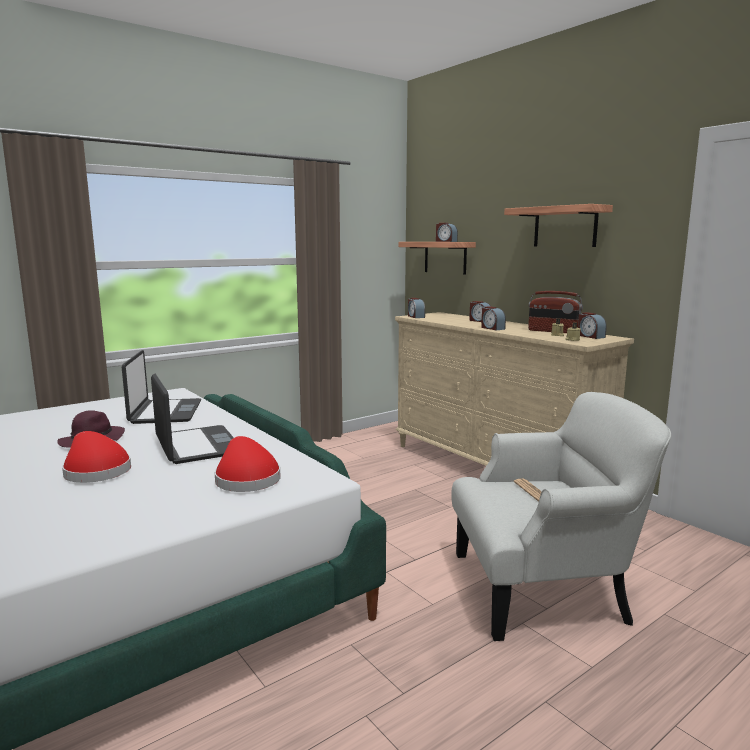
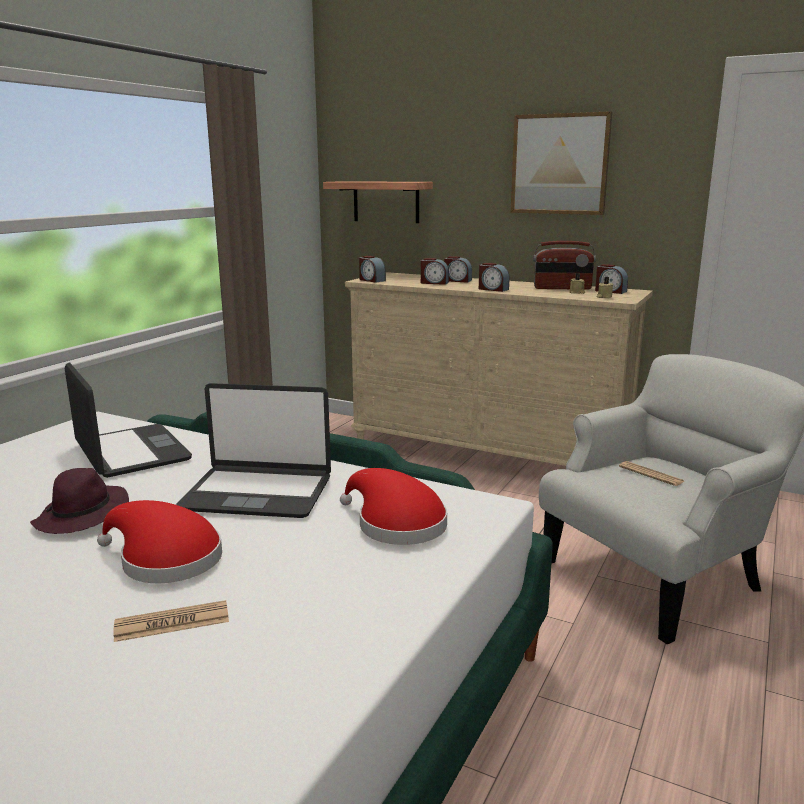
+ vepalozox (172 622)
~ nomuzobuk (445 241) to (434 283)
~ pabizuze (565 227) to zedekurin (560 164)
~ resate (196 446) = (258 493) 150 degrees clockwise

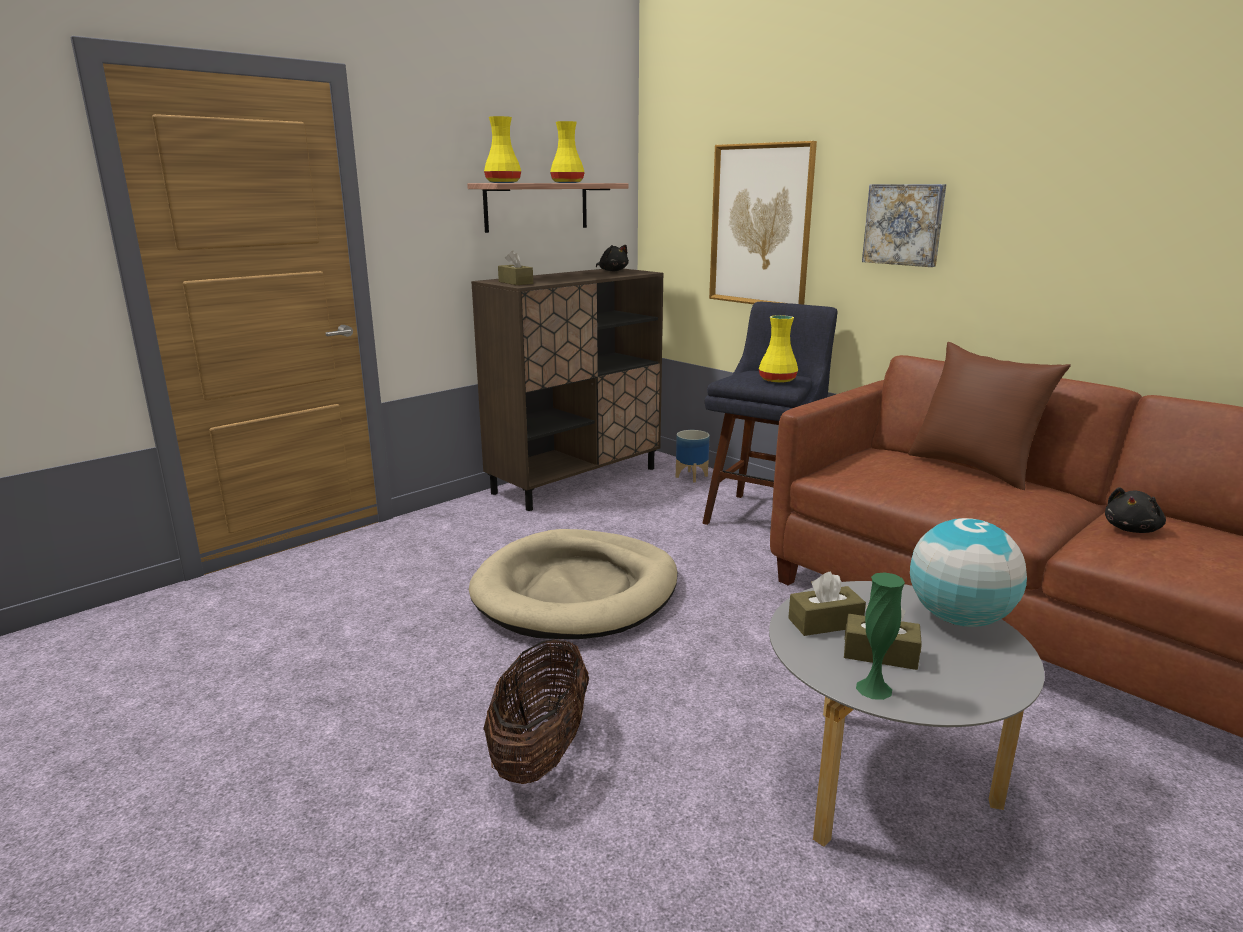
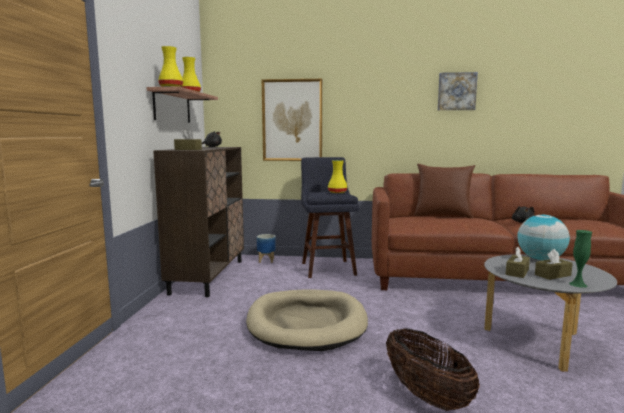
~ zedekurin (904 224) to (456 91)

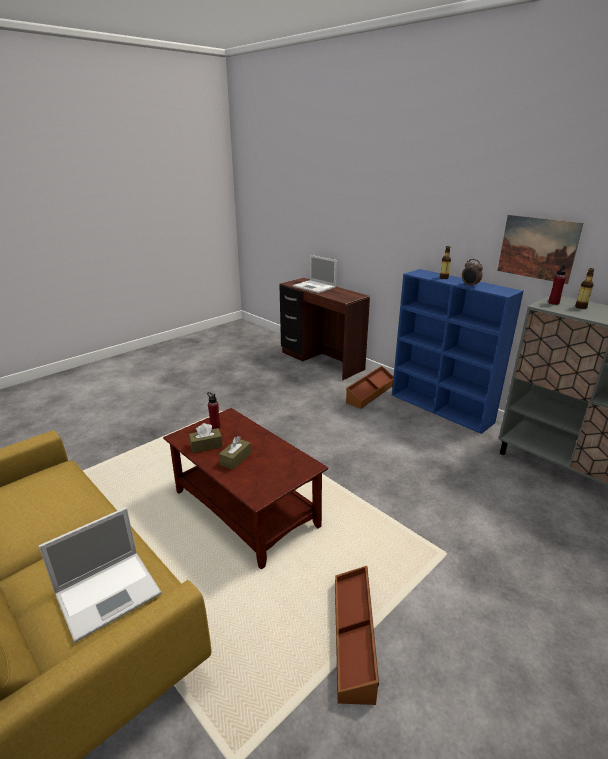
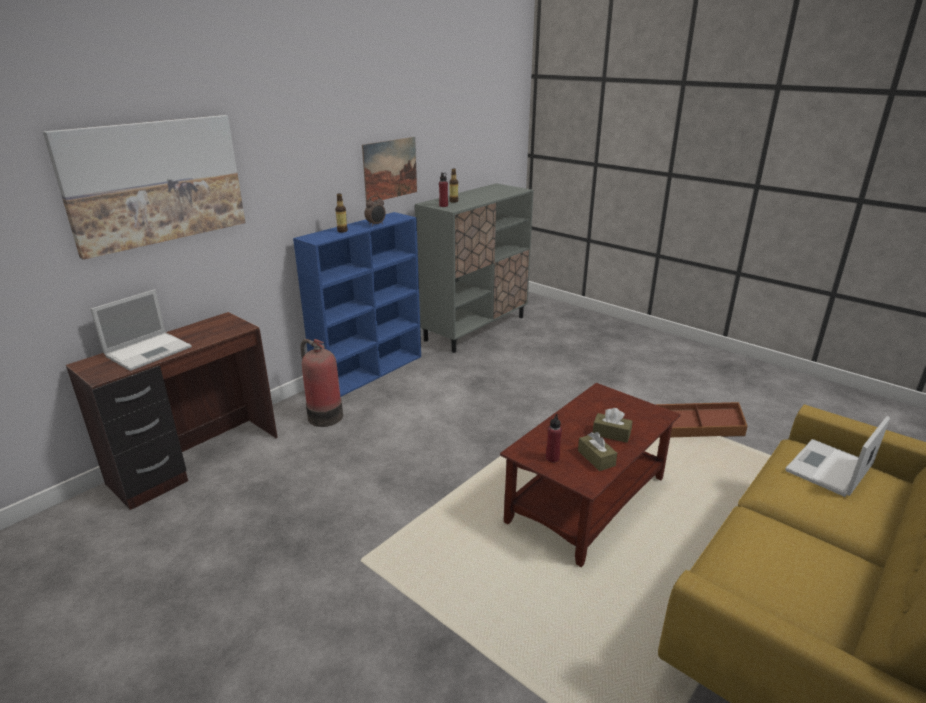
+ zedekurin (155 182)
~ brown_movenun (370 393) to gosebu (323 415)
~ resate (110 592) = (828 469) 90 degrees counterclockwise

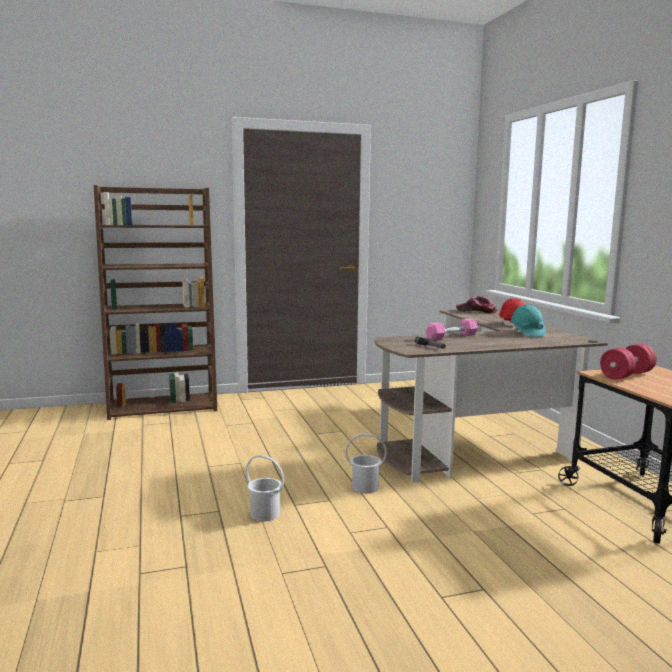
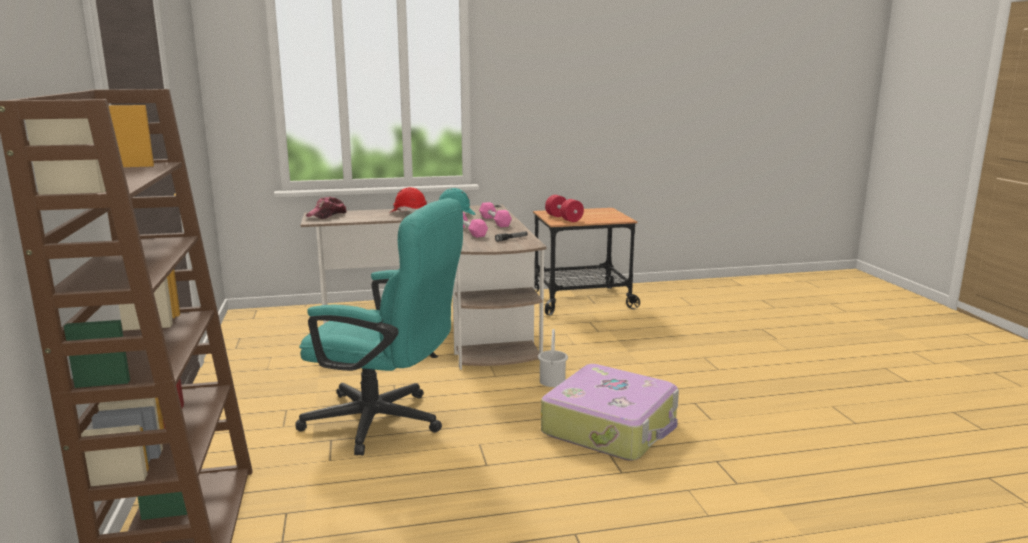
+ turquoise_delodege (386 423)
+ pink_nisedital (494 221)
~ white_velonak (265 514) to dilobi (611 427)

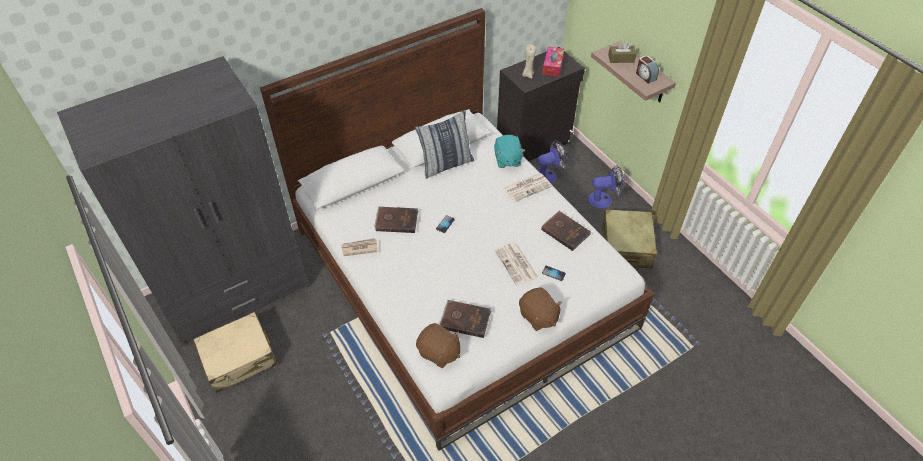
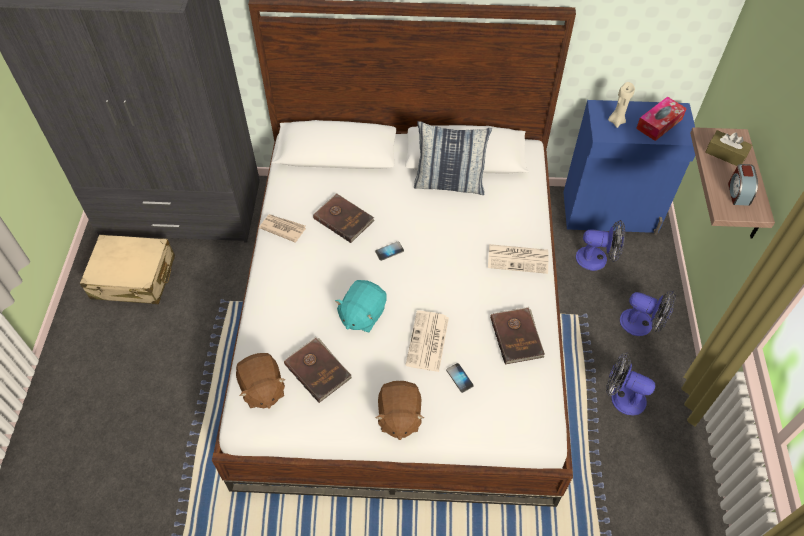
~ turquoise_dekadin (507 160) to (362 315)
~ beige_dilobi (626 246) to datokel (622 397)
~ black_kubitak (534 144) to blue_kubitak (611 213)

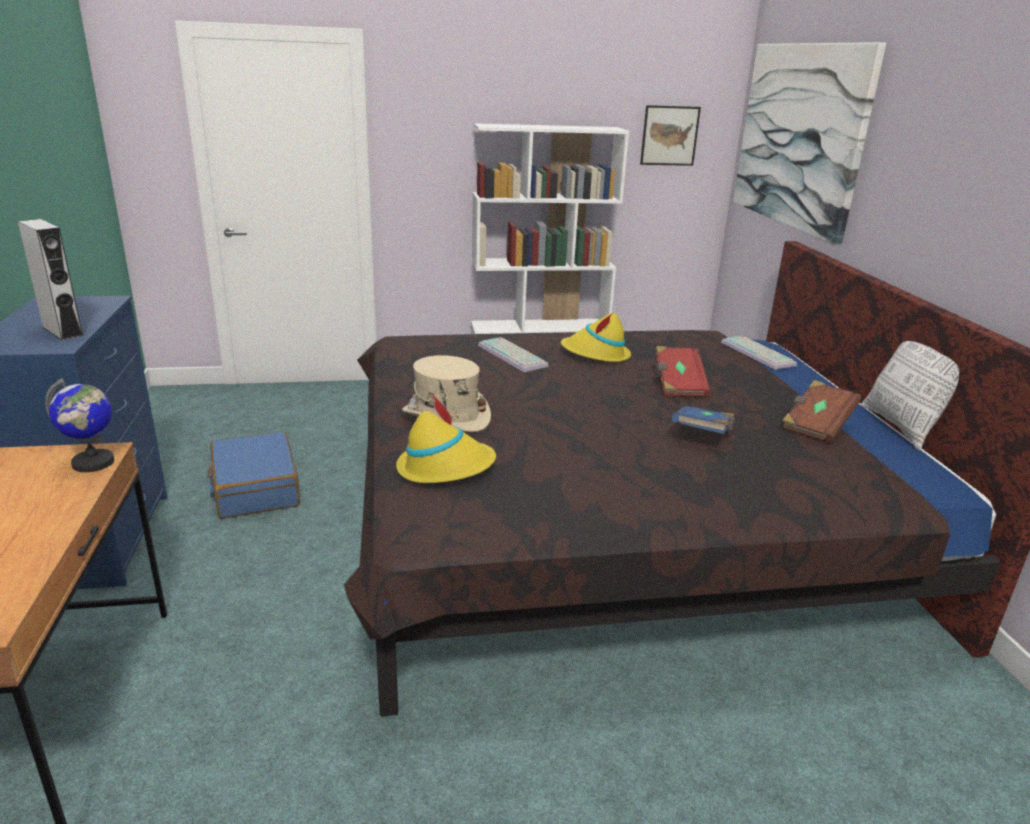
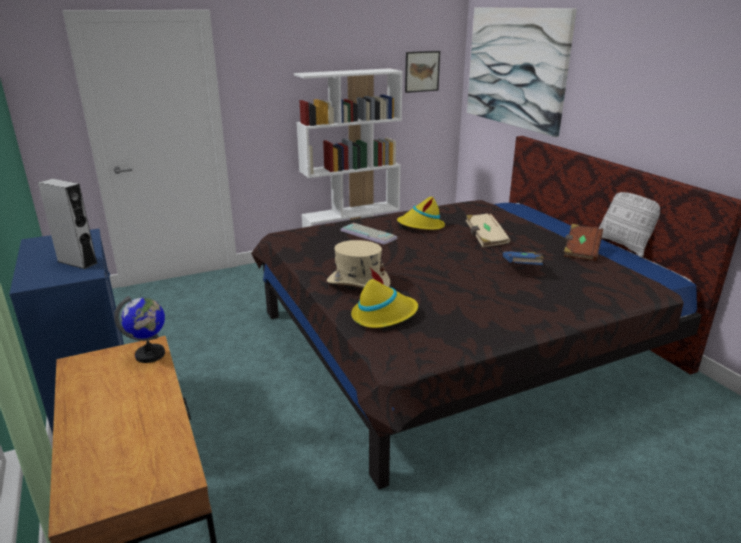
- blue_dilobi (255 488)
- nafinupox (759 354)
~ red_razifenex (678 385) to beige_razifenex (485 238)

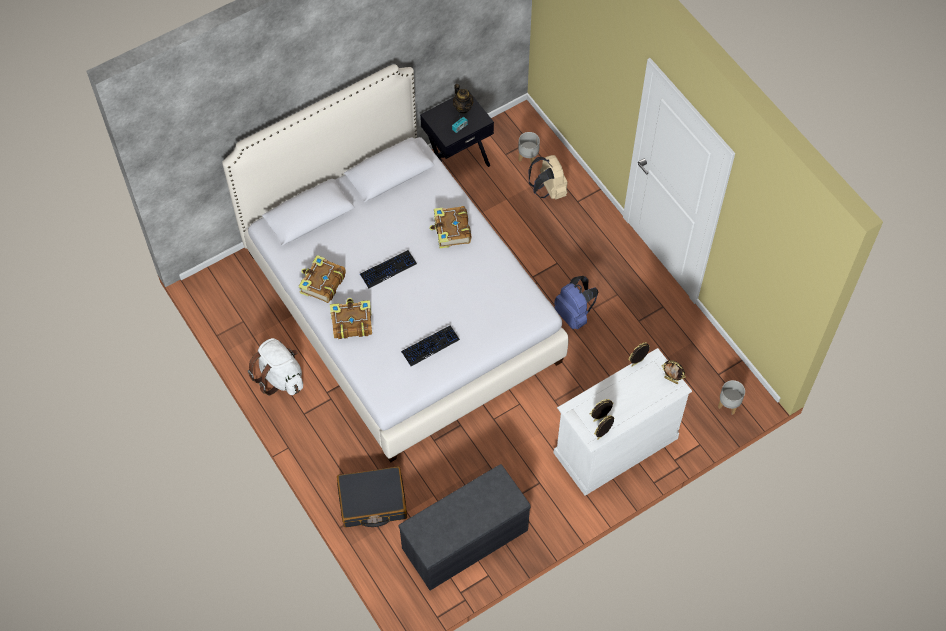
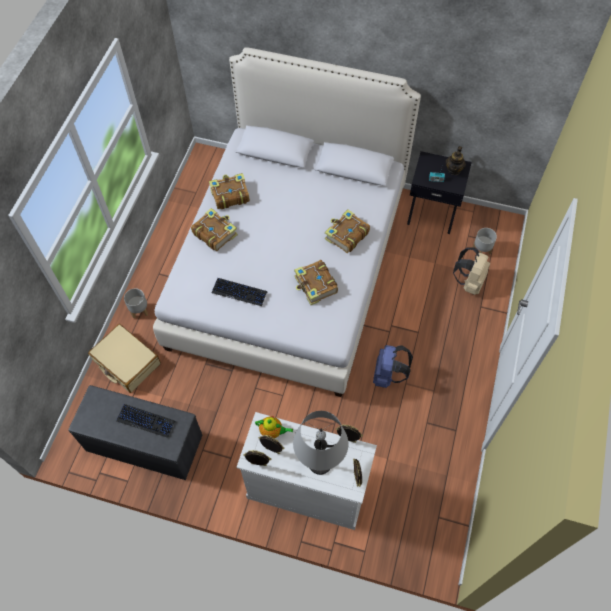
- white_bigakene (280 377)
+ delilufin (272 431)
+ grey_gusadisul (319 463)
+ razifenex (315 286)
~ nafinupox (388 269) to (146 421)
~ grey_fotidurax (728 404) to (139 310)
~ black_dilobi (372 502) to beige_dilobi (126 362)

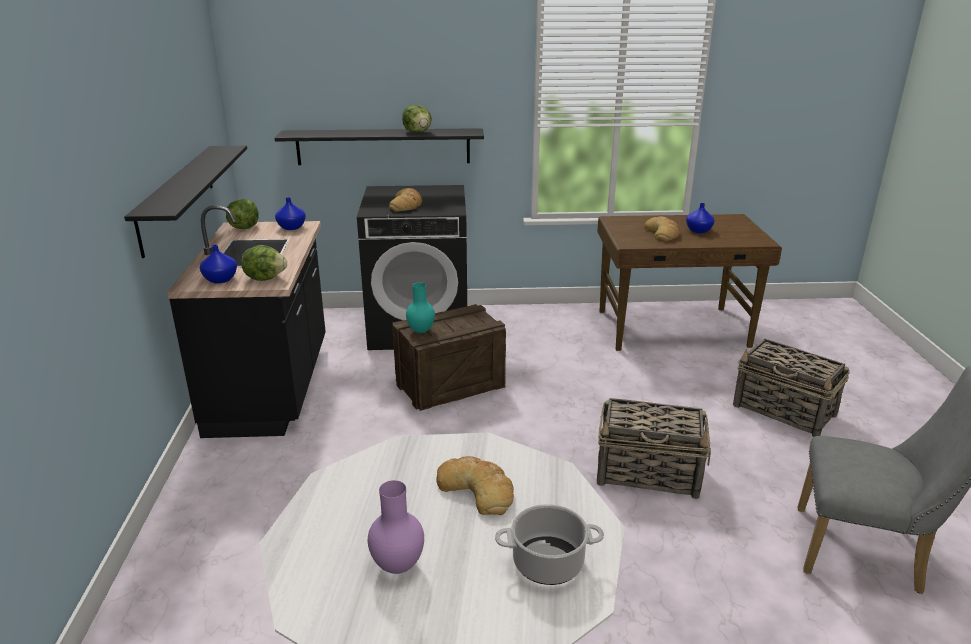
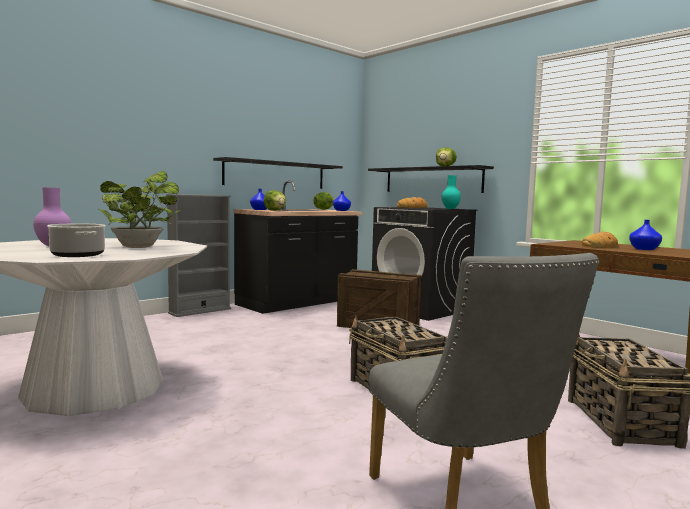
+ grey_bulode (200 311)
~ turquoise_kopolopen (420 331) to (450 209)
~ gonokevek (477 489) to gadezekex (141 247)

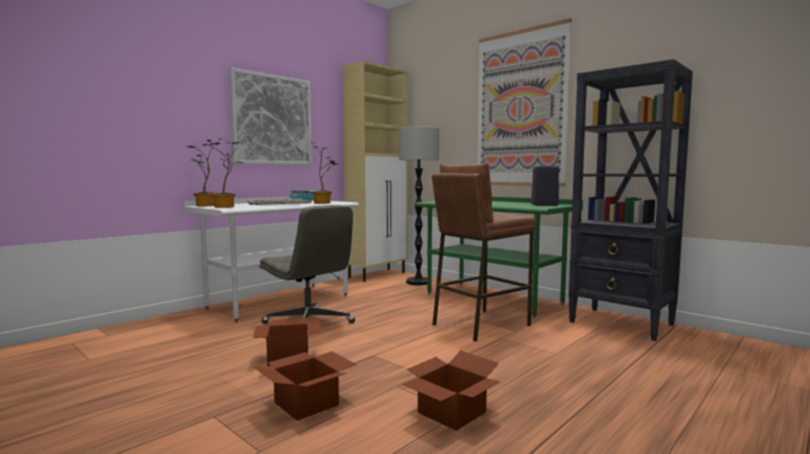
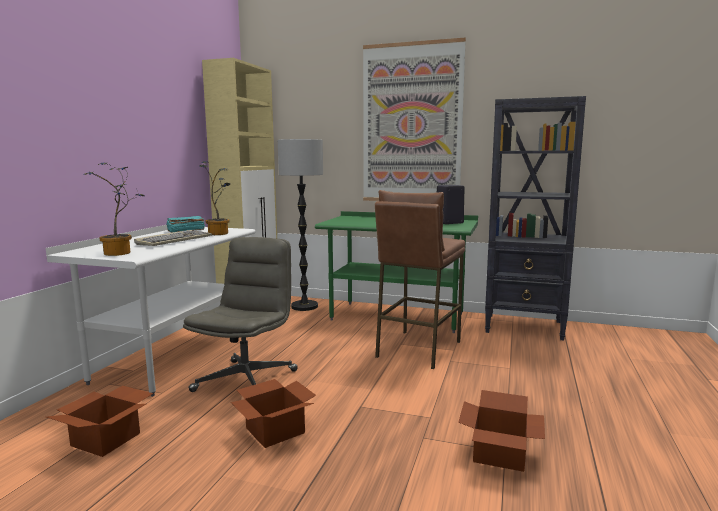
- gadezekex (204 206)
- zedekurin (272 120)
~ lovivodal (308 403) to (108 439)
~ grey_delodege (309 323) = (246 380) 90 degrees counterclockwise

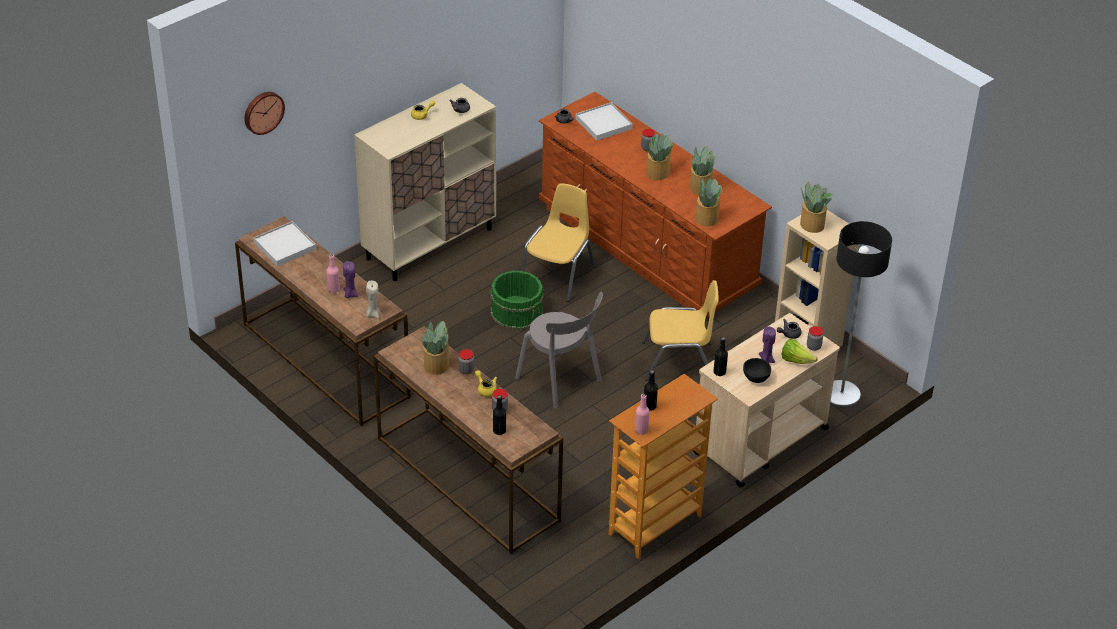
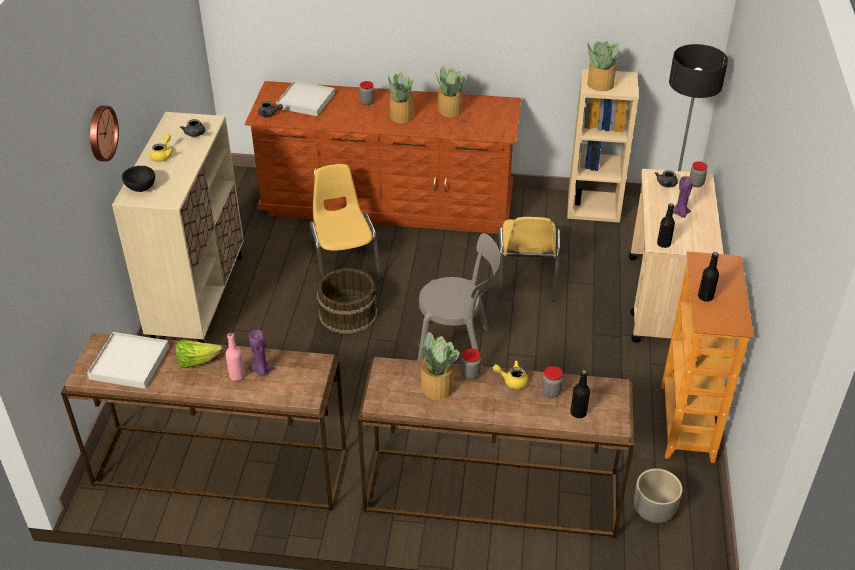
- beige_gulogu (373 314)
- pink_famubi (641 430)
- gadezekex (706 219)
+ grey_fotidurax (653 511)
~ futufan (263 112) to (101 133)
~ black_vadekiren (755 378) to (141 188)
~ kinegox (796 360) to (197 361)
~ green_velonak (517 312) to brown_velonak (348 313)
~ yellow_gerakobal (678 361) = (526 276) 135 degrees clockwise

